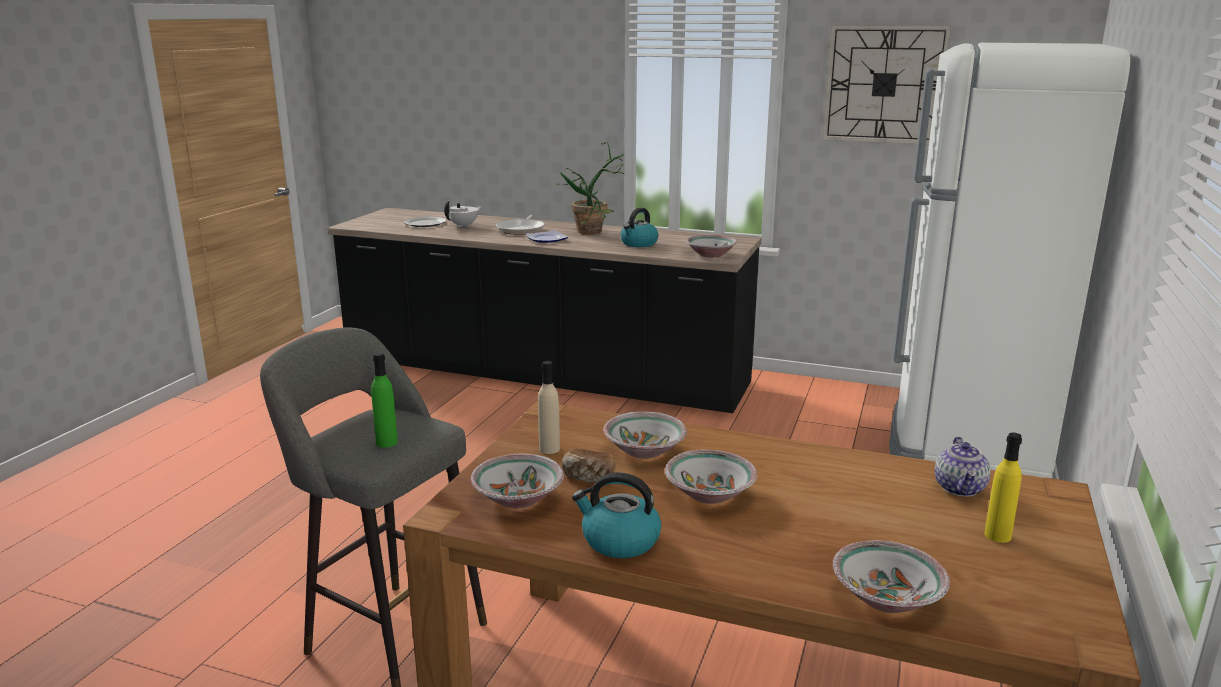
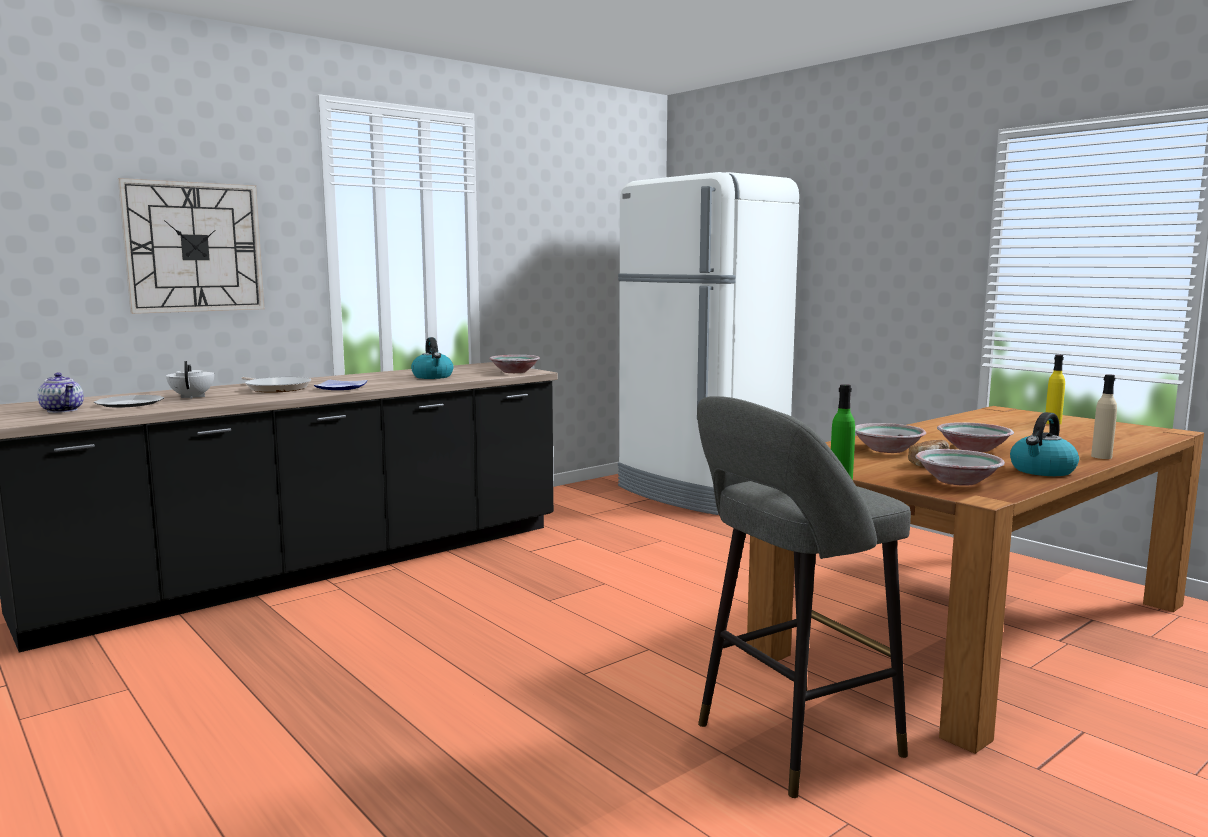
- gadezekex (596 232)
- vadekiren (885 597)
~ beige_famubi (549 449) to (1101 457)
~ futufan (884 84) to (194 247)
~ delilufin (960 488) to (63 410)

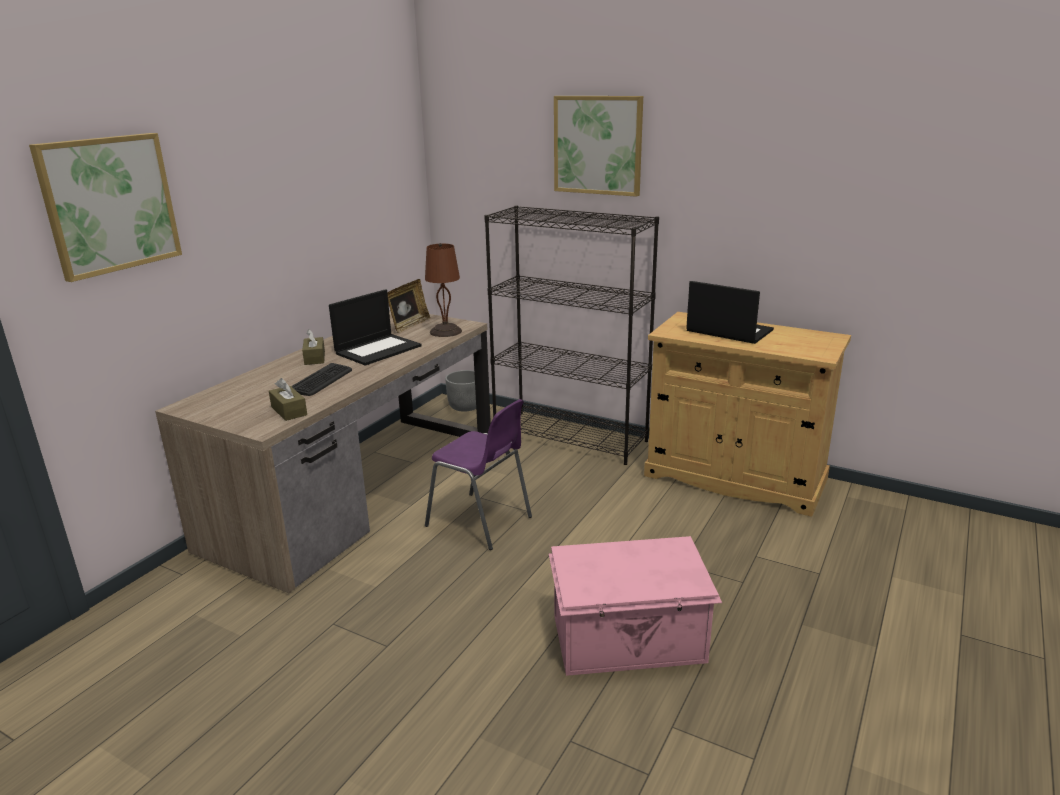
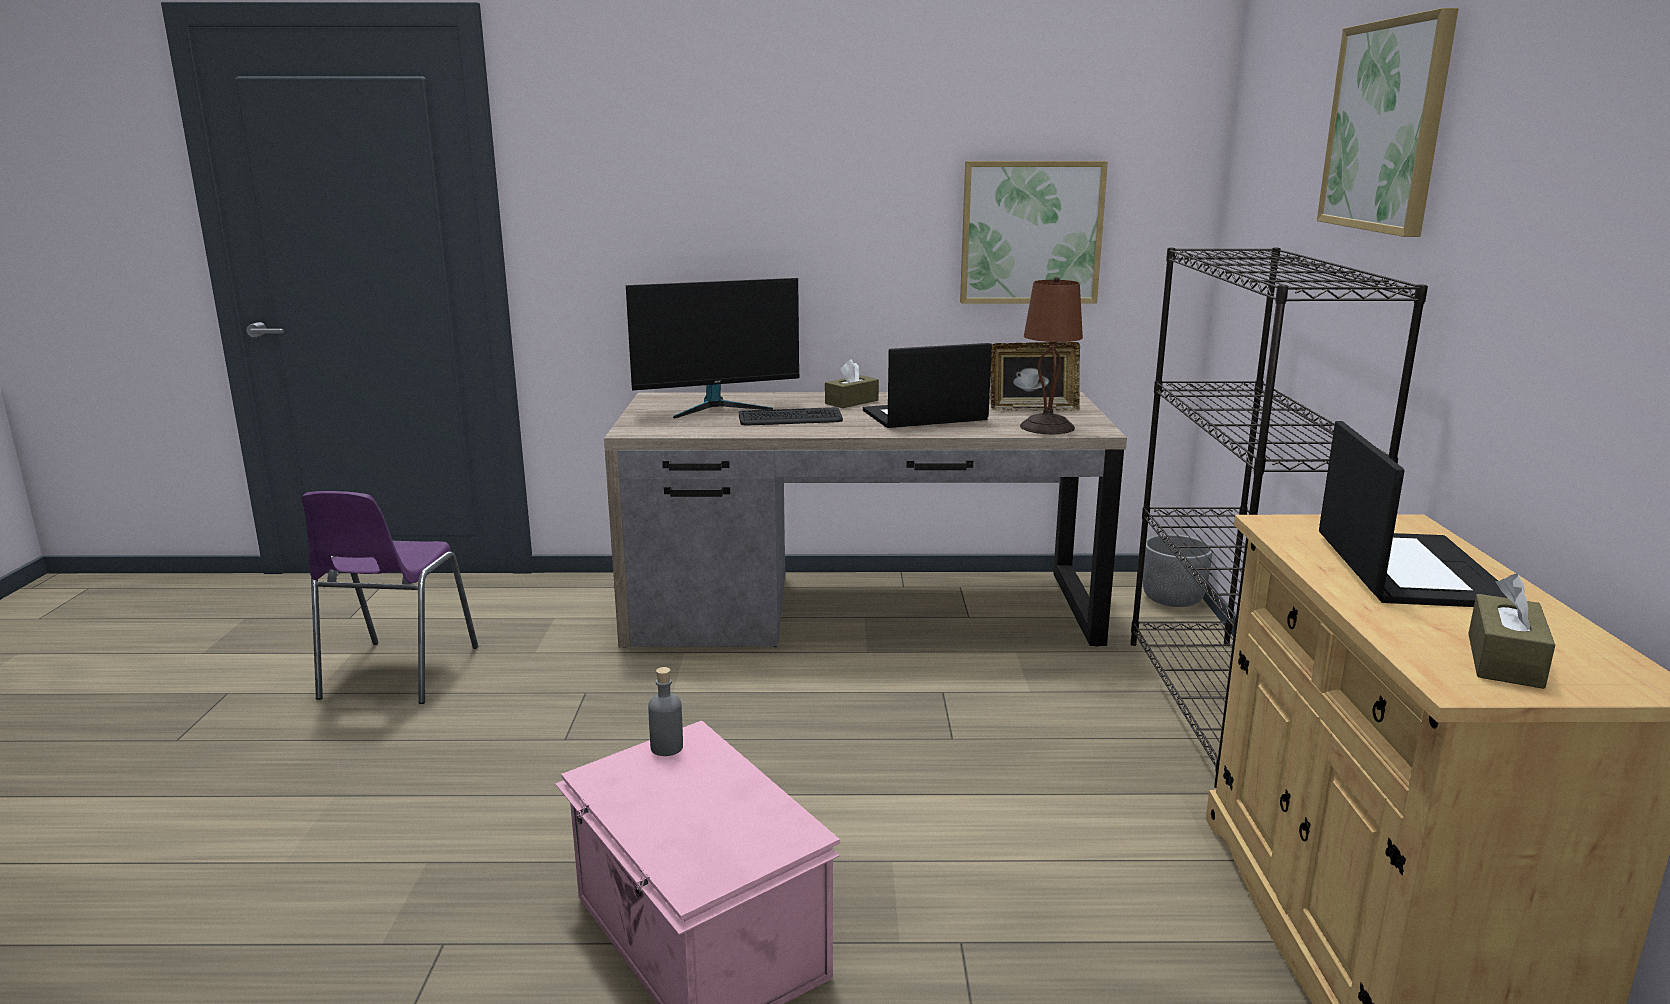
+ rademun (717 407)
+ grey_famubi (667 747)
~ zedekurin (109 204) to (1031 232)
~ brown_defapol (289 411) to (1504 660)
~ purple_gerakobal (481 522) to (396 674)
~ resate (378 349) = (924 416) 150 degrees clockwise

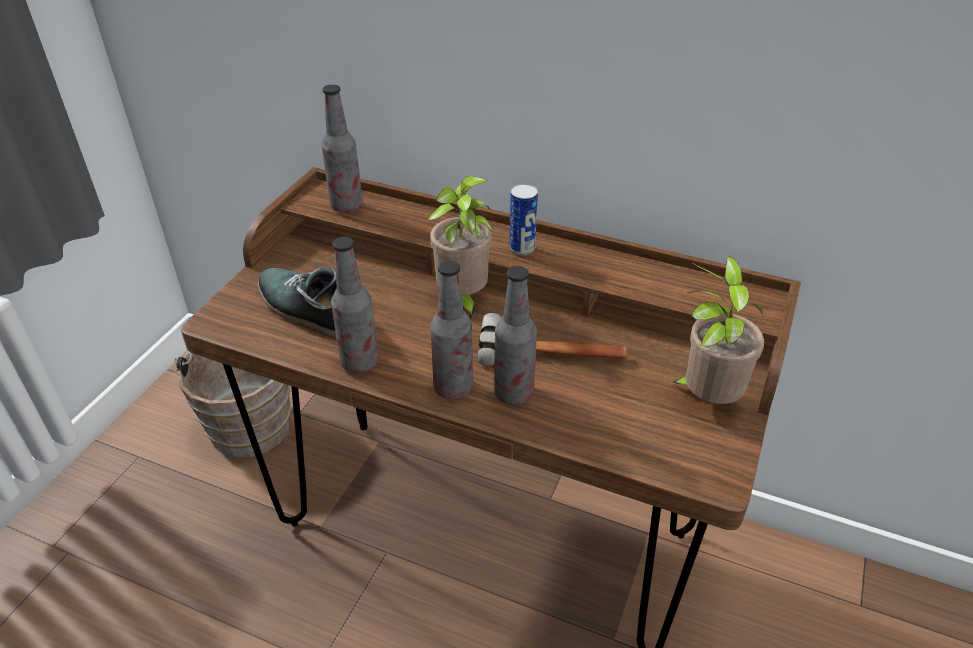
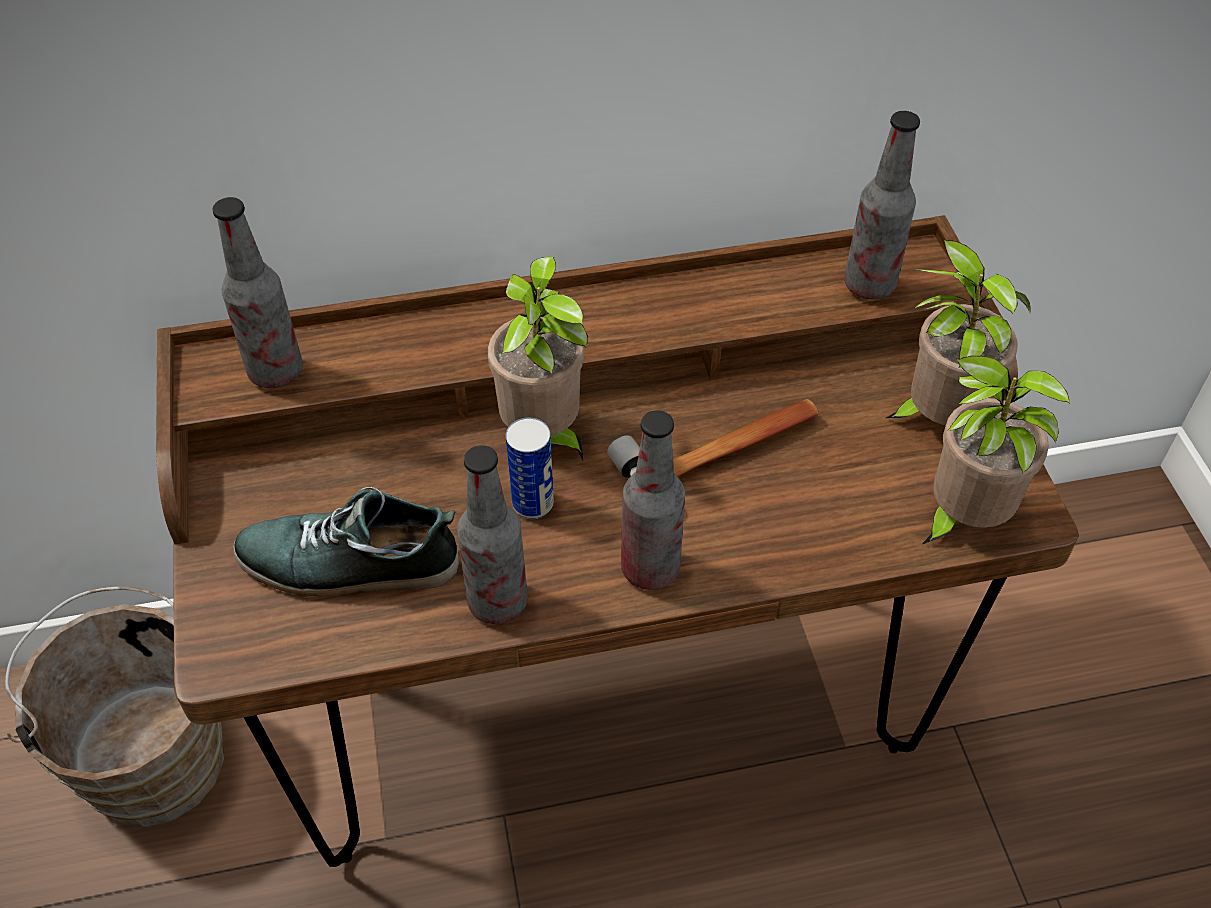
+ gadezekex (961 518)
~ famubi (513 393) to (869 285)
~ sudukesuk (522 248) to (533 504)

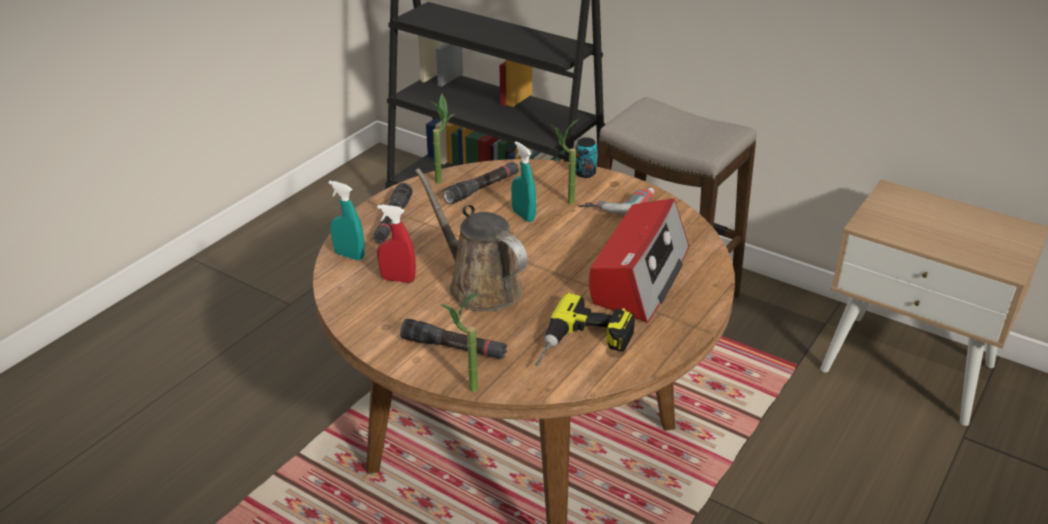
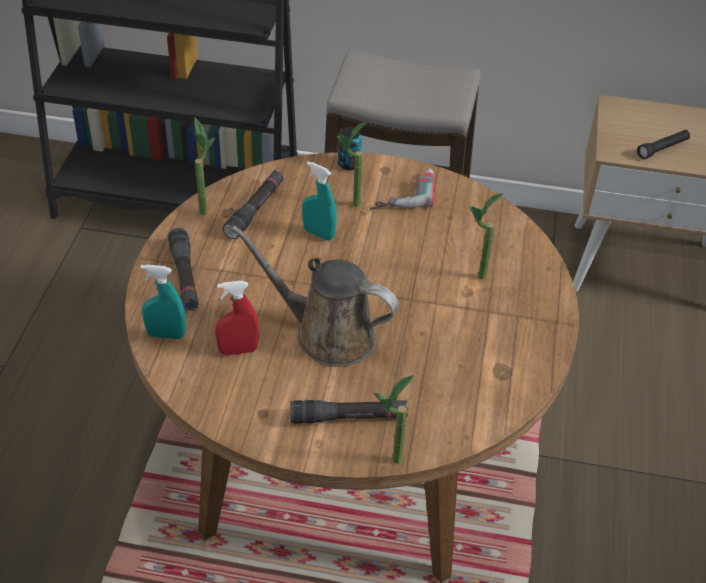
- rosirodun (583 346)
+ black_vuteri (662 149)
~ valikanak (639 276) to gadezekex (474 278)

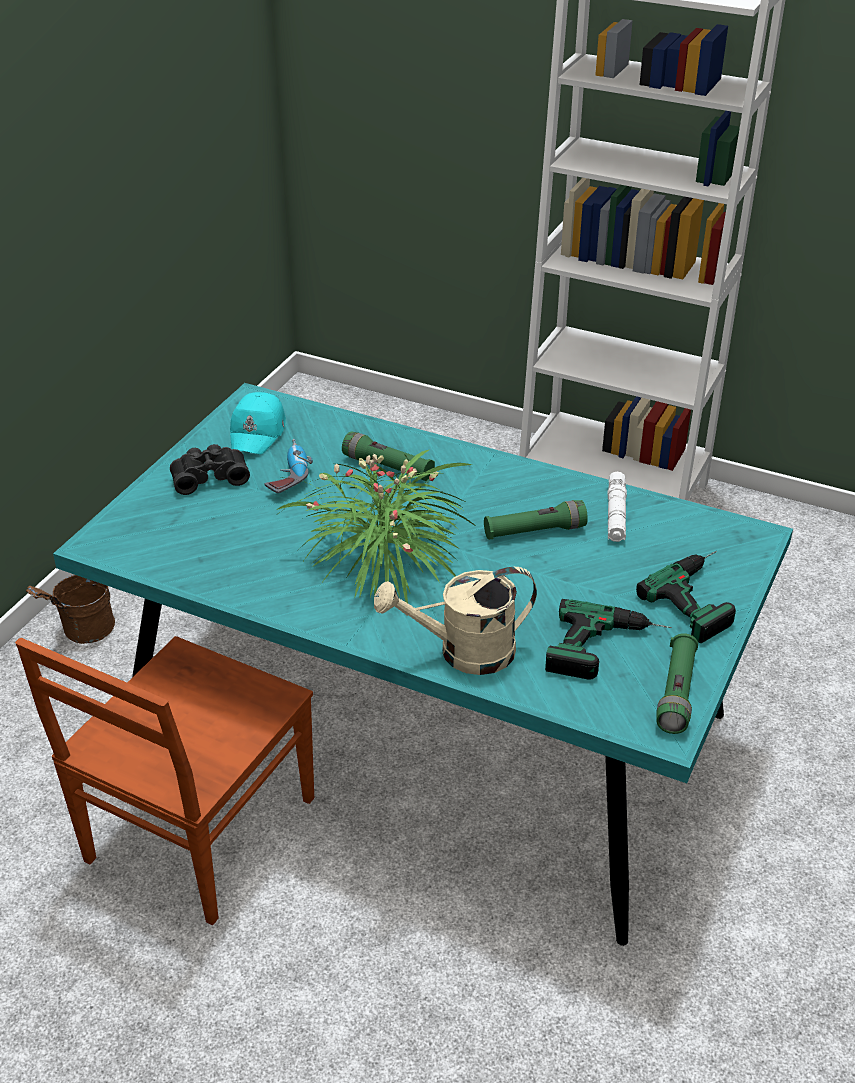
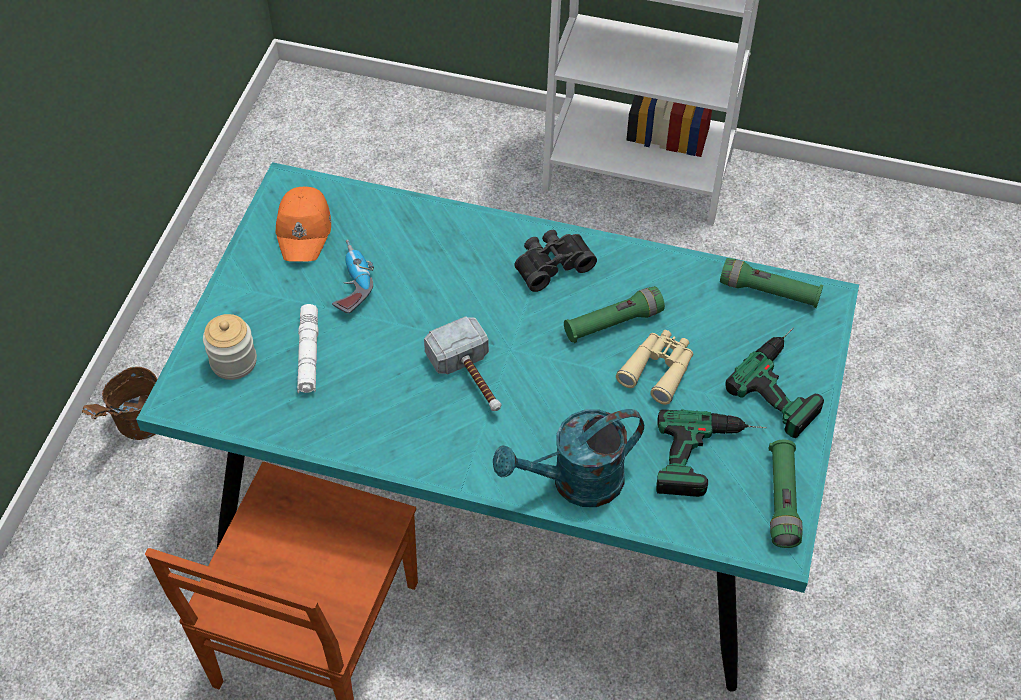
+ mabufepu (233 361)
+ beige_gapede (658 369)
~ black_gapede (209 476) to (551 264)
~ green_vuteri (388 467) to (769 292)
~ white_vuteri (616 514) to (308 354)
~ gadezekex (383 558) to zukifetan (472 378)
~ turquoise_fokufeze (258 432) to orange_fokufeze (305 230)
~ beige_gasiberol (463 653) to turquoise_gasiberol (575 483)

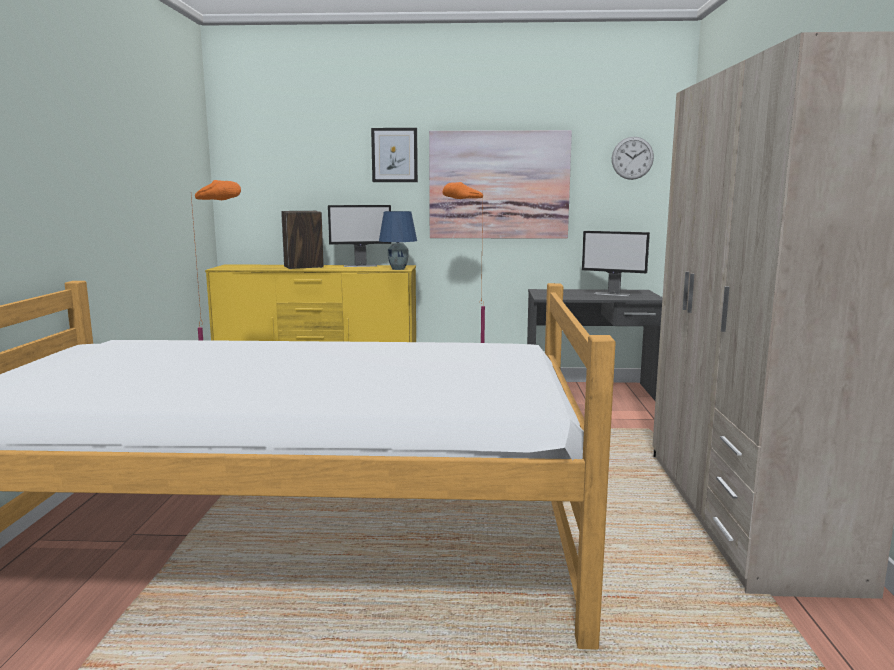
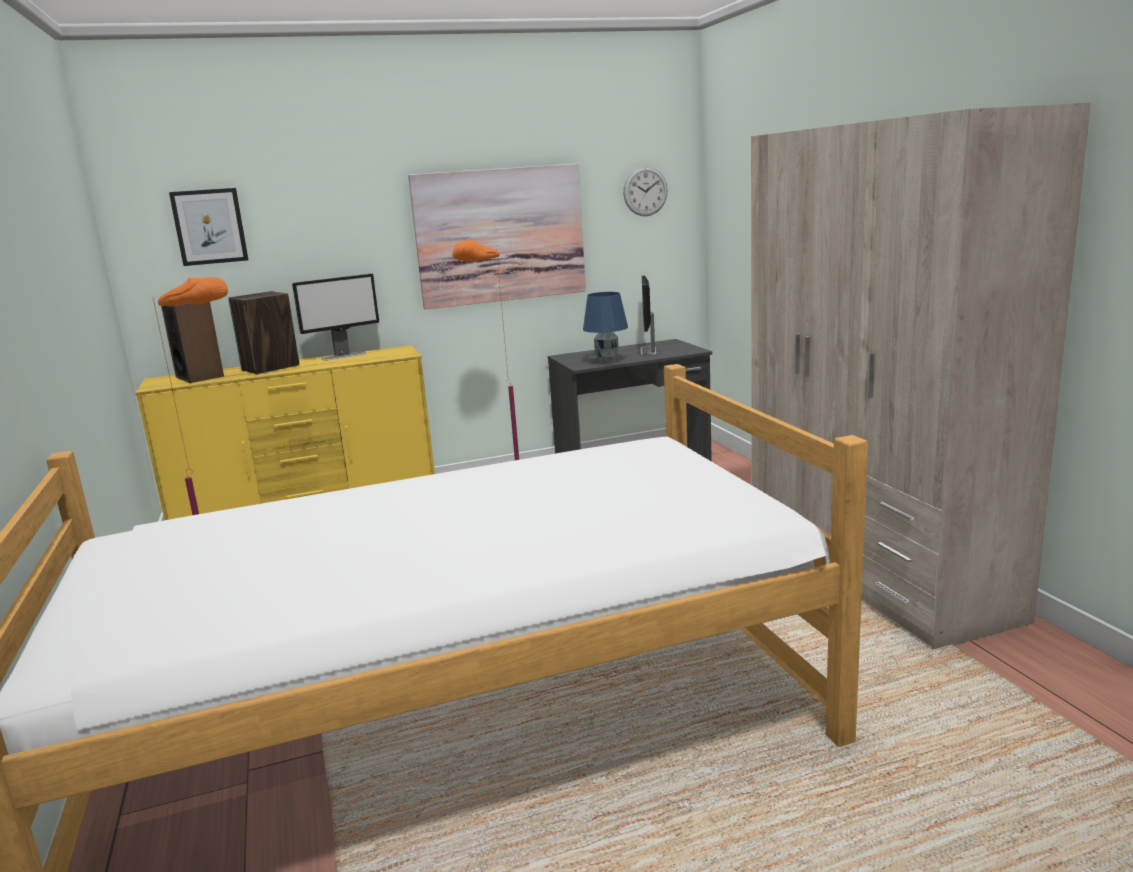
+ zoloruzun (200 376)
~ zedekurin (394 155) to (209 226)
~ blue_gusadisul (398 269) to (607 361)
~ rademun (613 294) = (648 351) 90 degrees clockwise

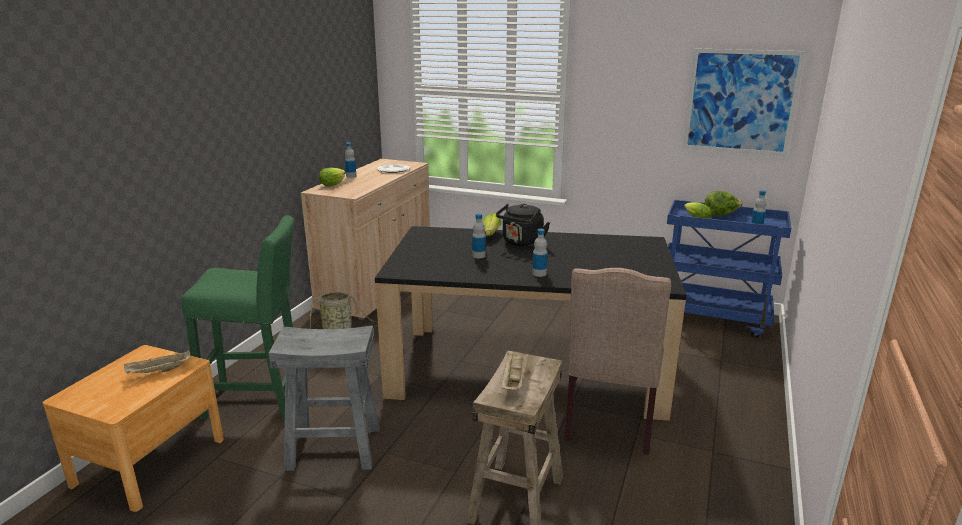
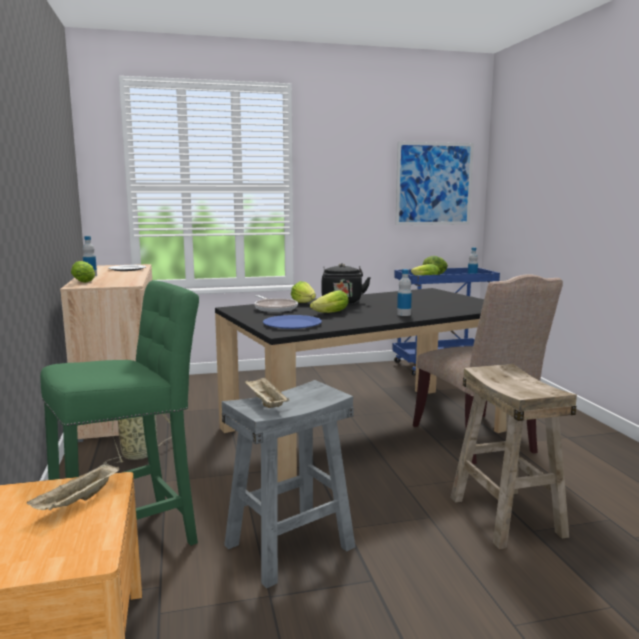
+ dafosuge (275 308)
+ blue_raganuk (292 324)
~ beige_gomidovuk (514 380) to (265 403)
~ famubi (478 256) to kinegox (328 313)

